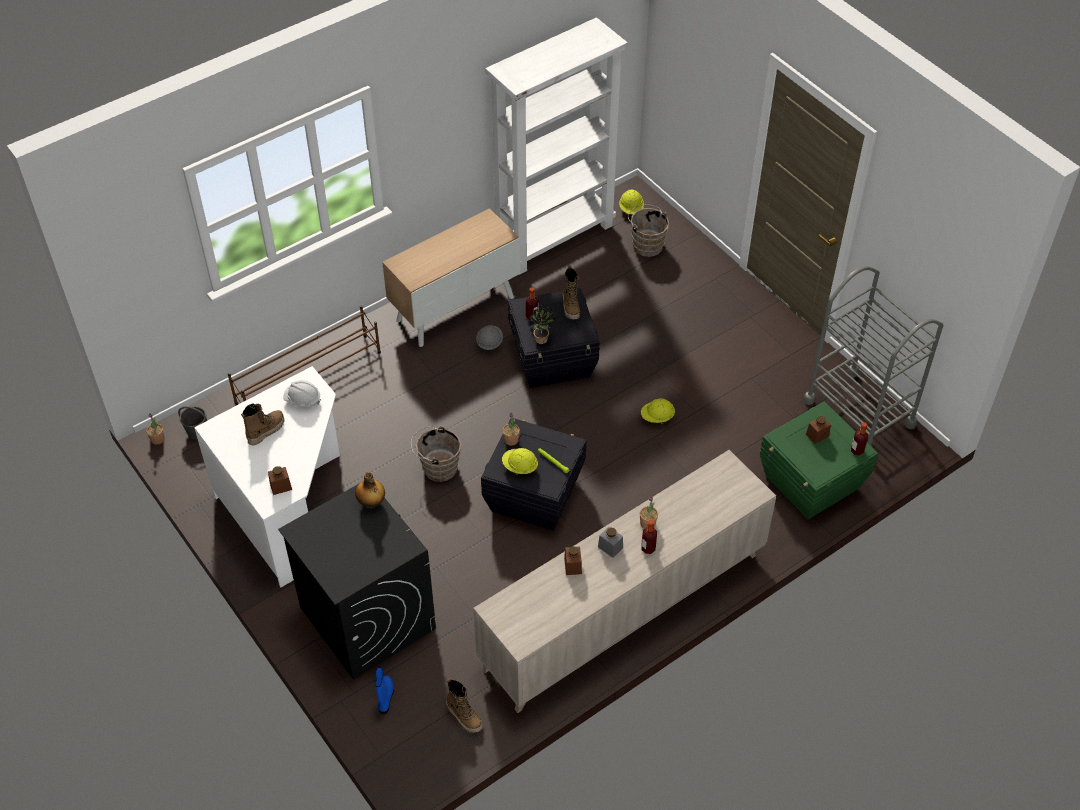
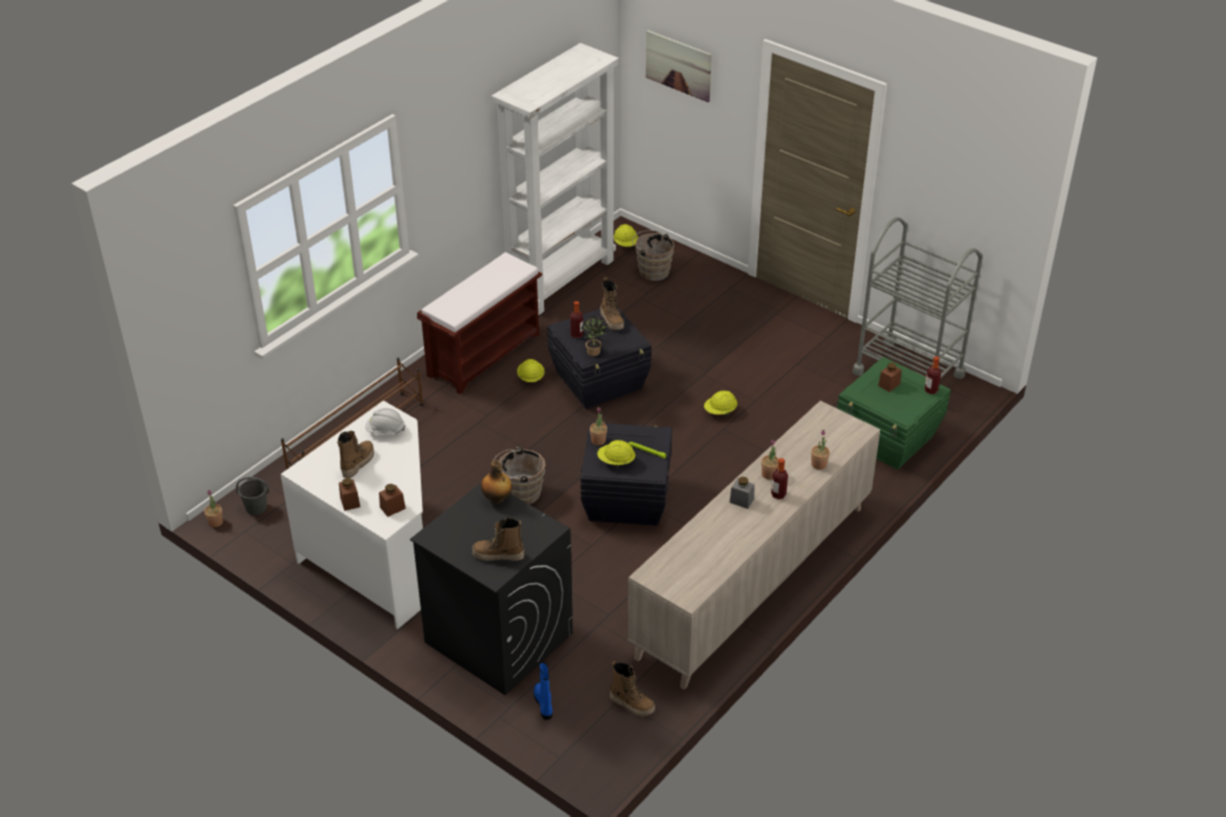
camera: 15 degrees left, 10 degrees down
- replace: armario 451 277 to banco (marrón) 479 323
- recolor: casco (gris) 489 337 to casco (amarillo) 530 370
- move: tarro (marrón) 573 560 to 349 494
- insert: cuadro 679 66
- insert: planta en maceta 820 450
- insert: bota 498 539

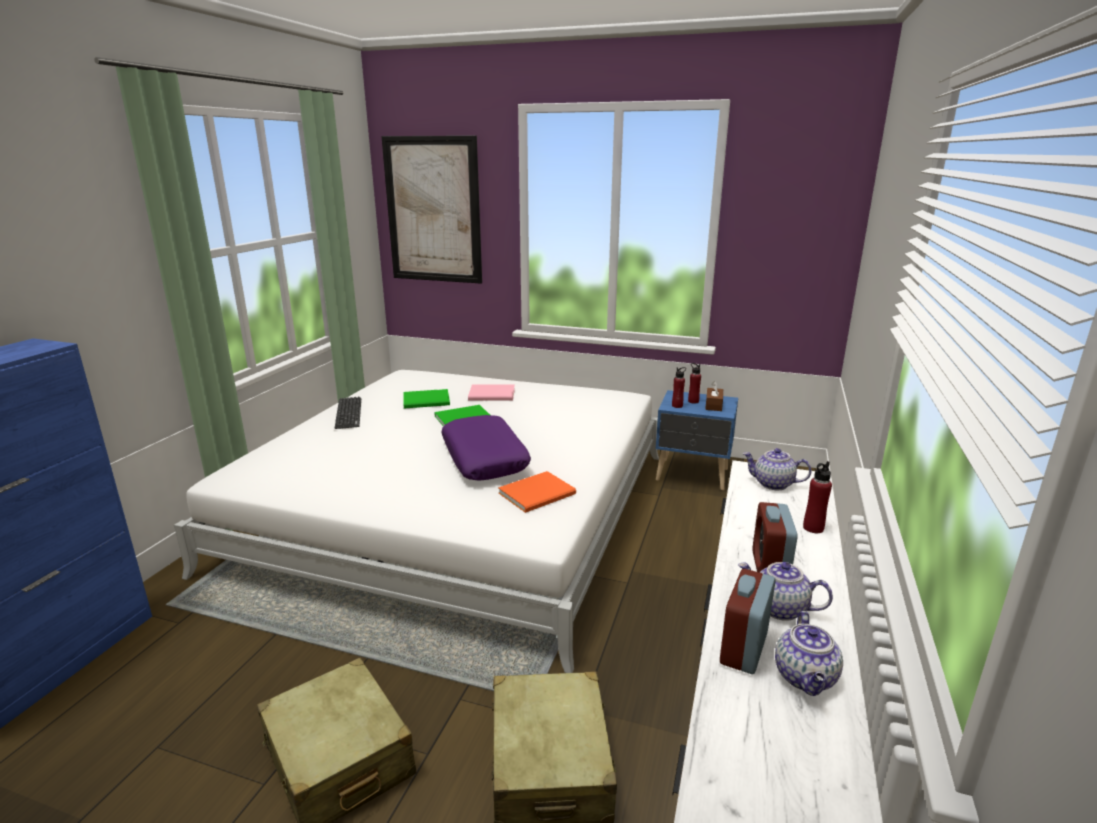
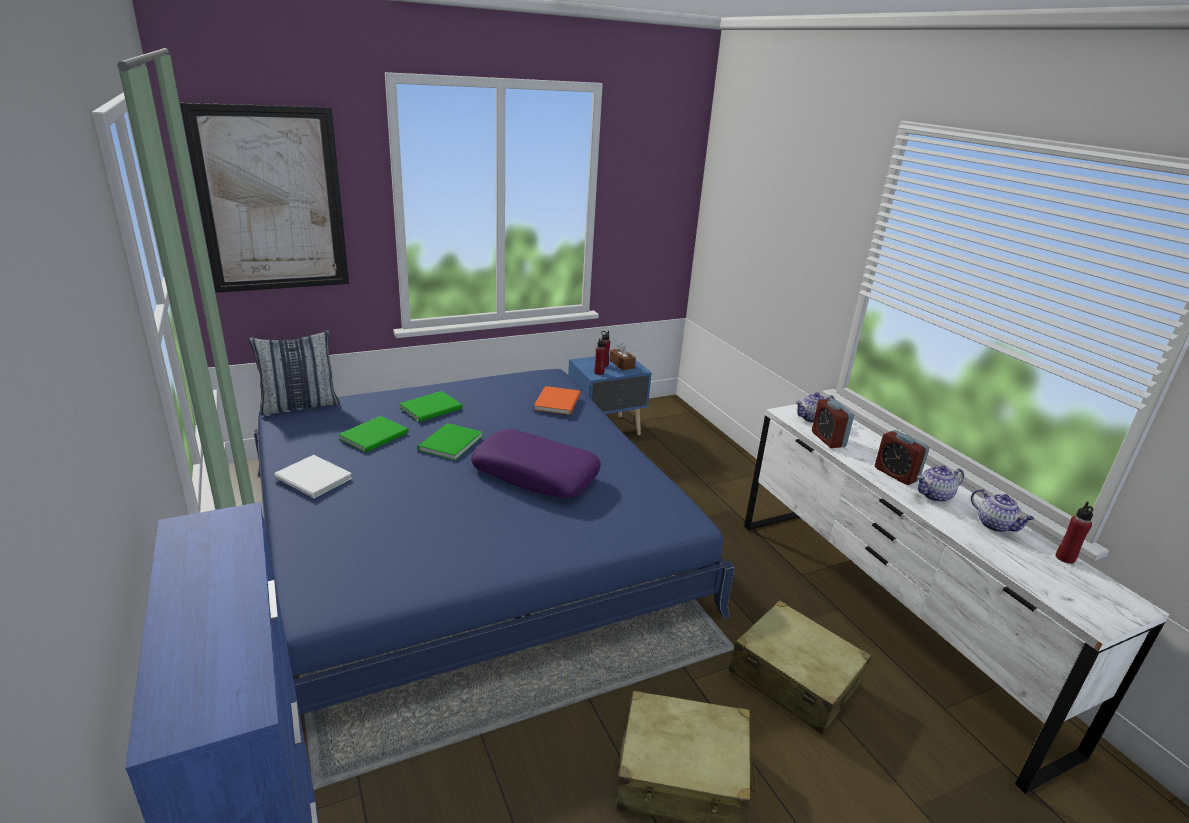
camera: 45 degrees left, 5 degrees up
- recolor: cama (blanco) 416 521 to cama (azul) 494 542
- recolor: libro (rosa) 491 392 to libro (verde) 431 406
- replace: teclado 348 413 to libro (blanco) 313 476
- move: botella (rojo) 817 497 to 1074 533
- move: libro (naranja) 537 492 to 557 400
- move: despertador 748 621 to 833 423
- insert: cojín 294 372

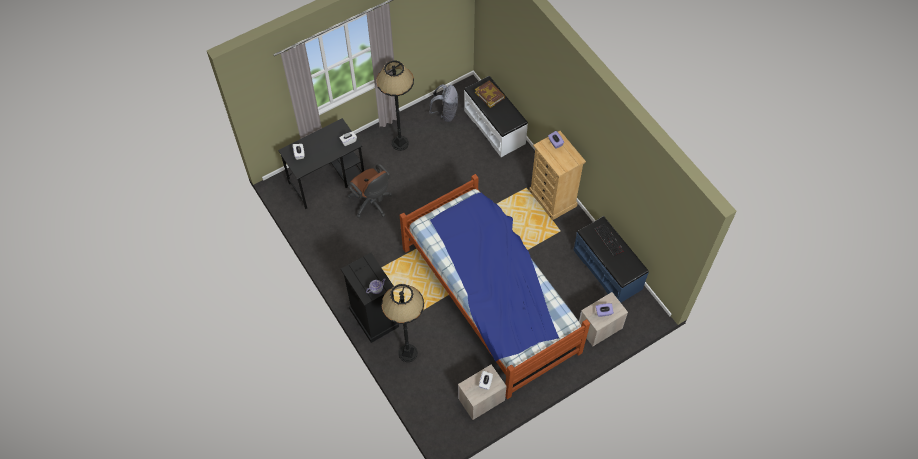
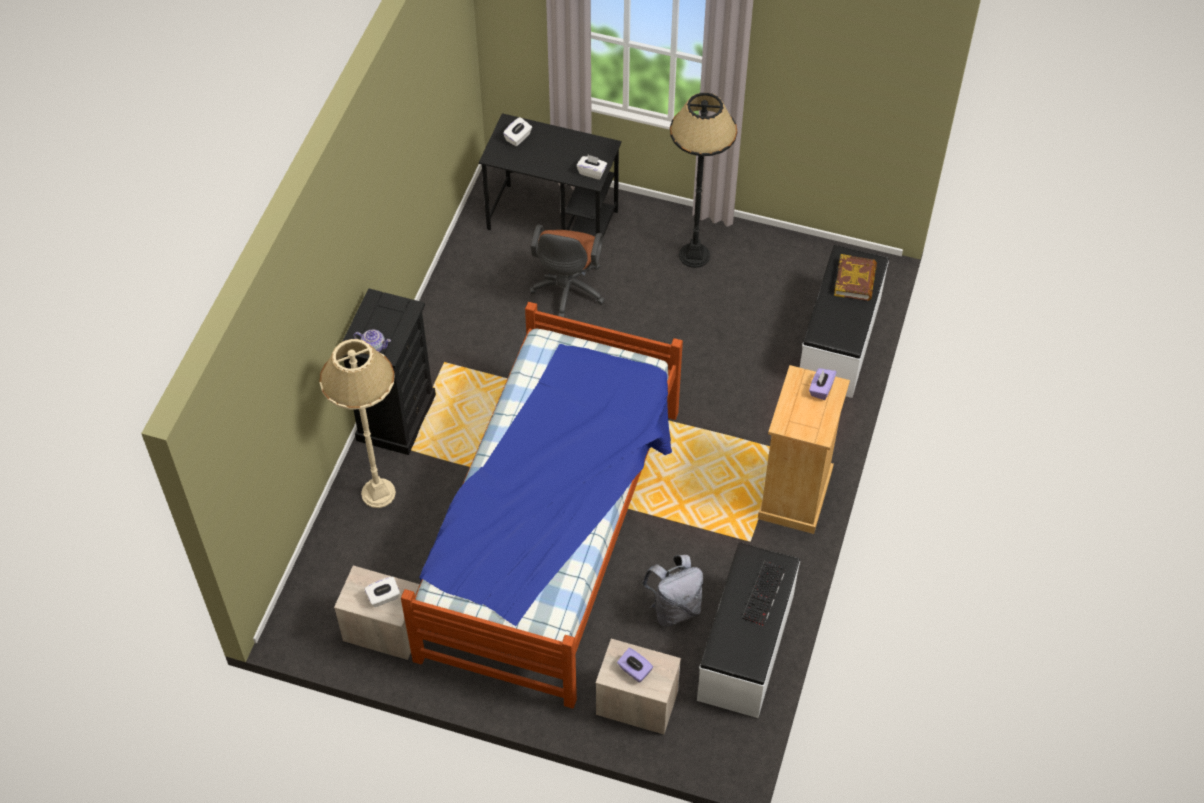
camera: 50 degrees right, 5 degrees down
- move: mochila (gris) 444 103 to 672 591
- recolor: banco (azul) 611 259 to banco (blanco) 748 630
- recolor: lámpara de pie (negro) 402 323 to lámpara de pie (beis) 357 423

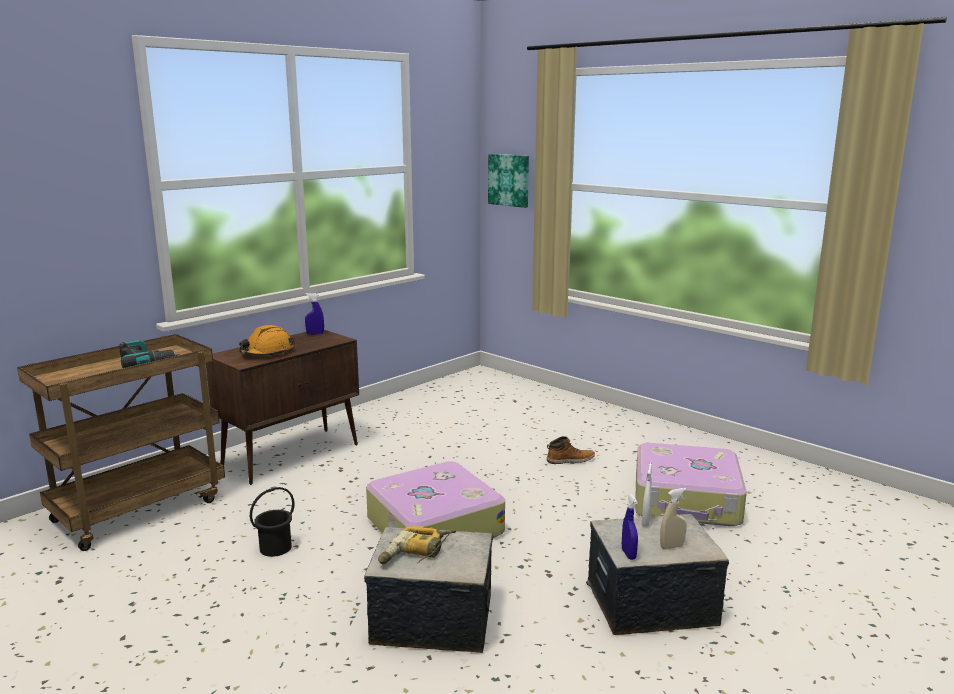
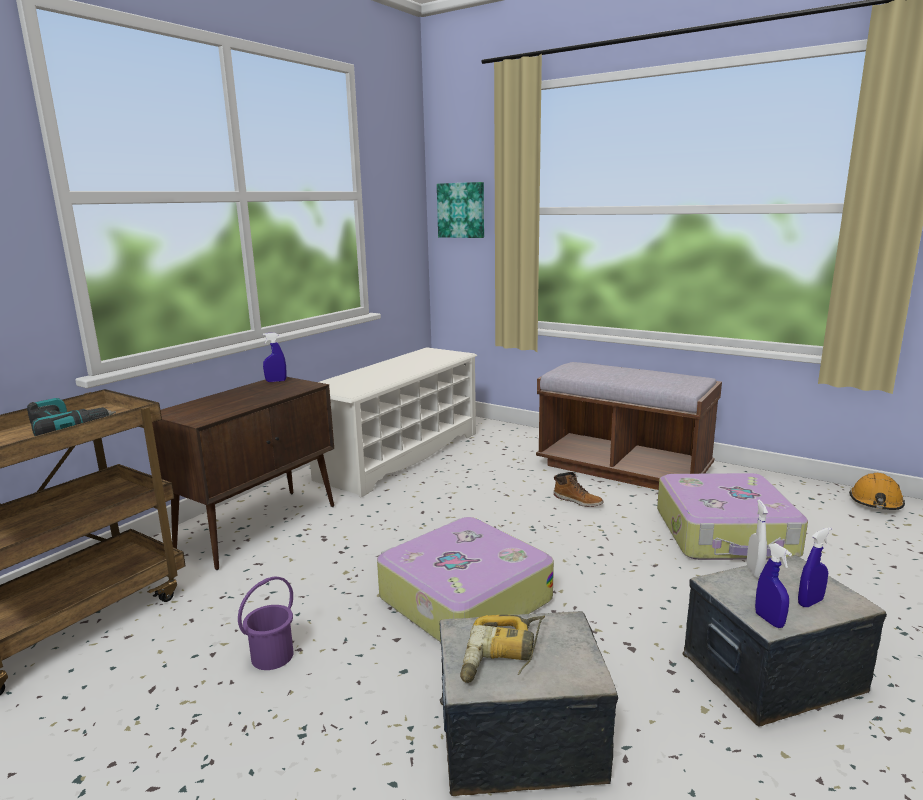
camera: 10 degrees left, 0 degrees up
- move: casco (naranja) 267 340 to 877 491
- rotate: bota 571 450 = 578 489 60 degrees clockwise
- recolor: cubo (negro) 272 522 to cubo (morado) 265 623
- recolor: pulverizador (beis) 673 518 to pulverizador (azul) 814 567
- insert: zapatero (blanco) 394 422
- insert: banco (marrón) 629 426

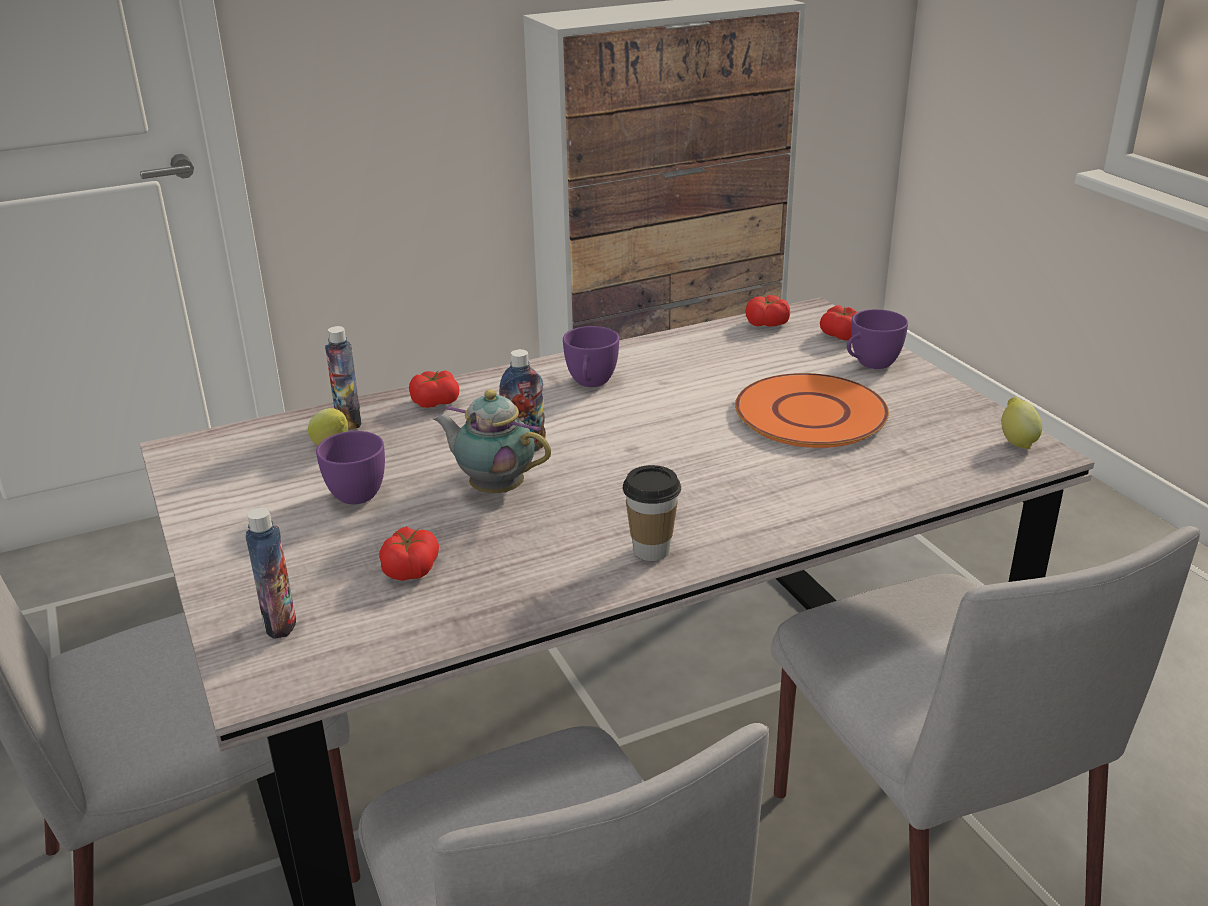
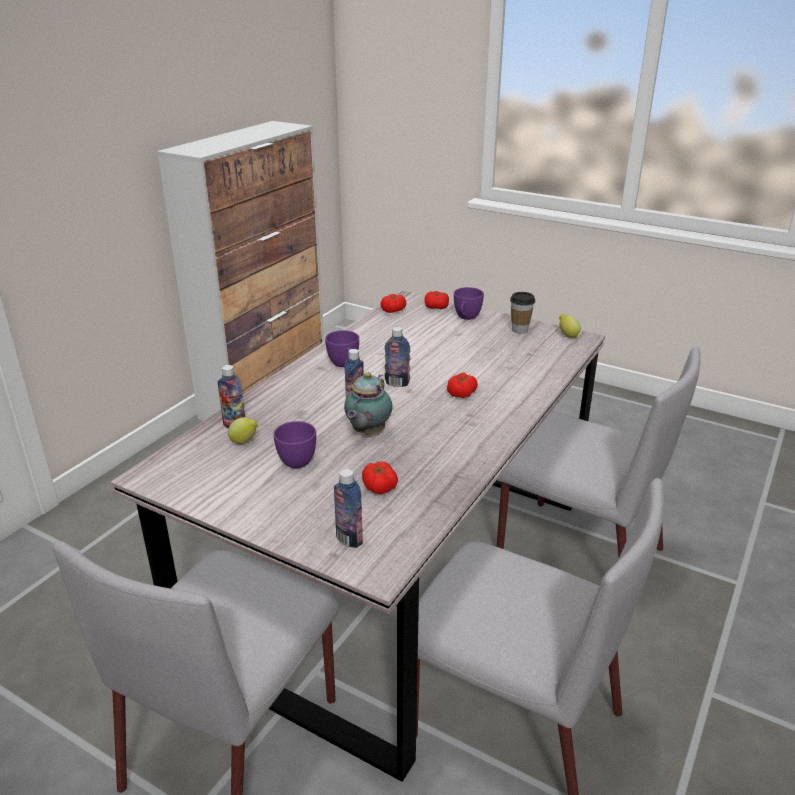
camera: 35 degrees left, 0 degrees up
- move: tomate 434 389 to 462 385
- delete: plato (naranja) 812 410
- rotate: tetera 492 441 = 368 403 60 degrees counterclockwise
- move: taza 651 513 to 522 313
- insert: botella 397 357

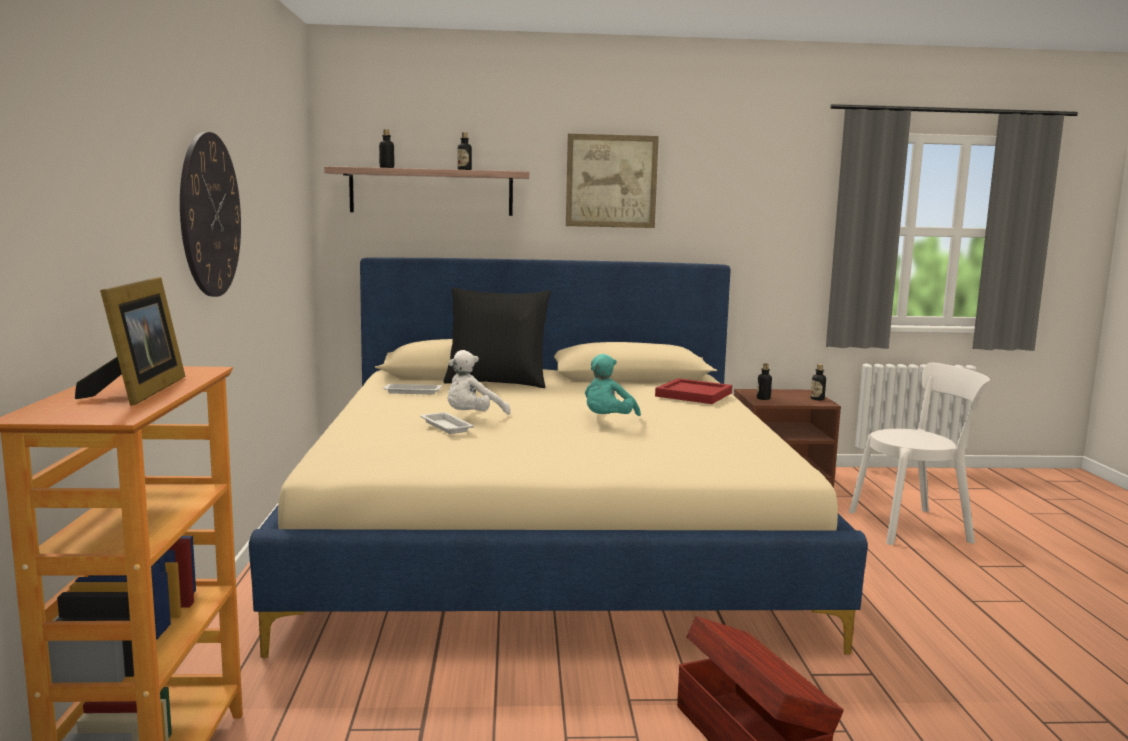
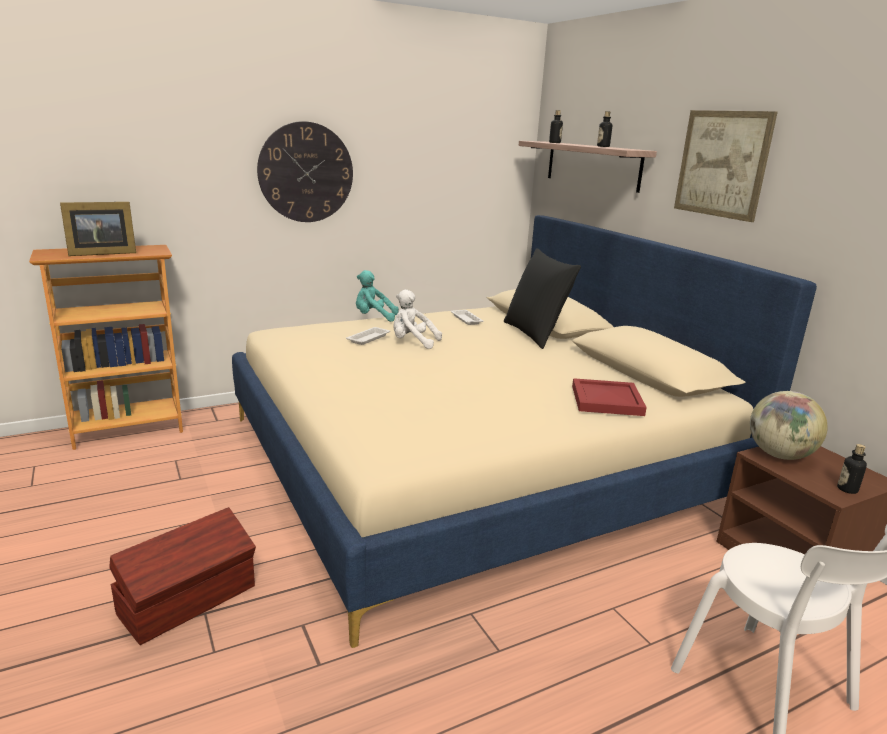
camera: 65 degrees right, 10 degrees up
- move: peluche (turquesa) 613 385 to 377 296
- replace: botella 764 381 to globo terráqueo 789 425

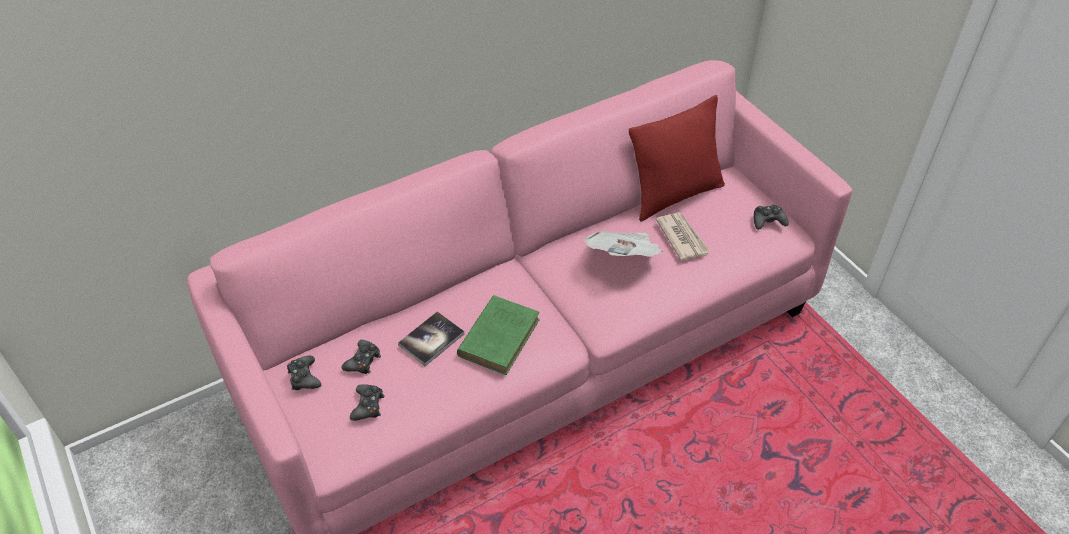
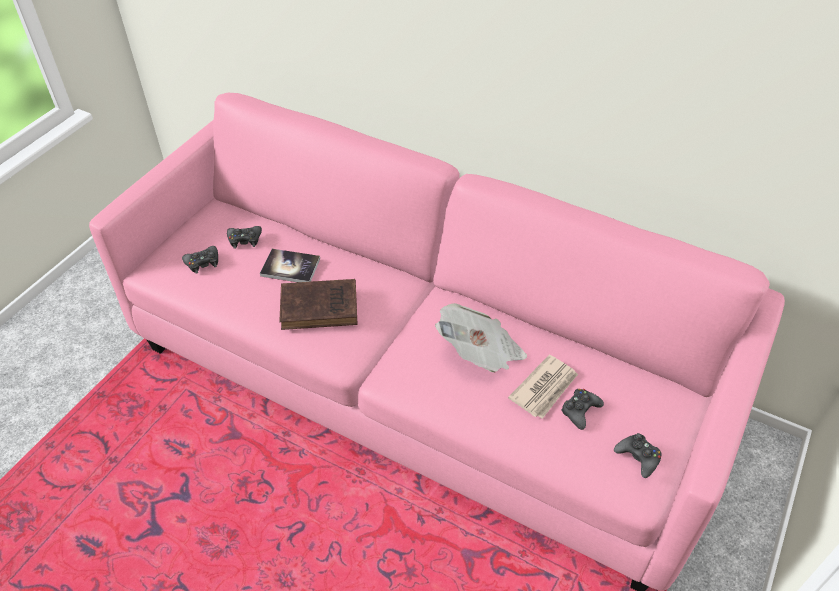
camera: 60 degrees right, 0 degrees up
- delete: cojín (rojo) 677 158
- recolor: libro (verde) 498 335 to libro (marrón) 319 304
- move: mando de consola (negro) 304 373 to 582 409

